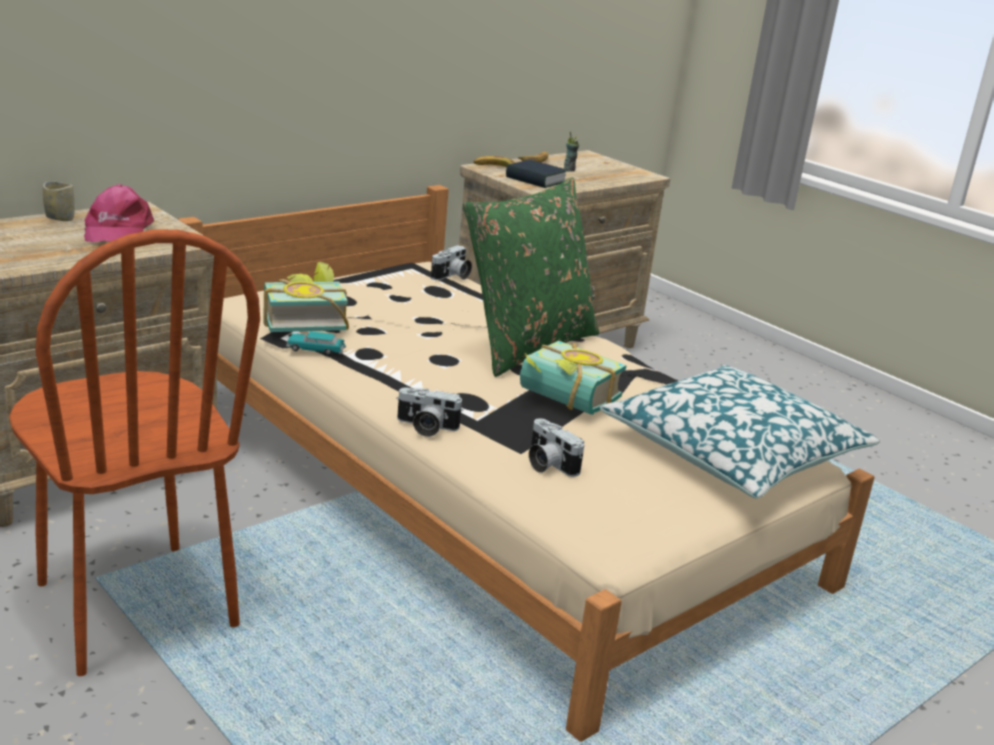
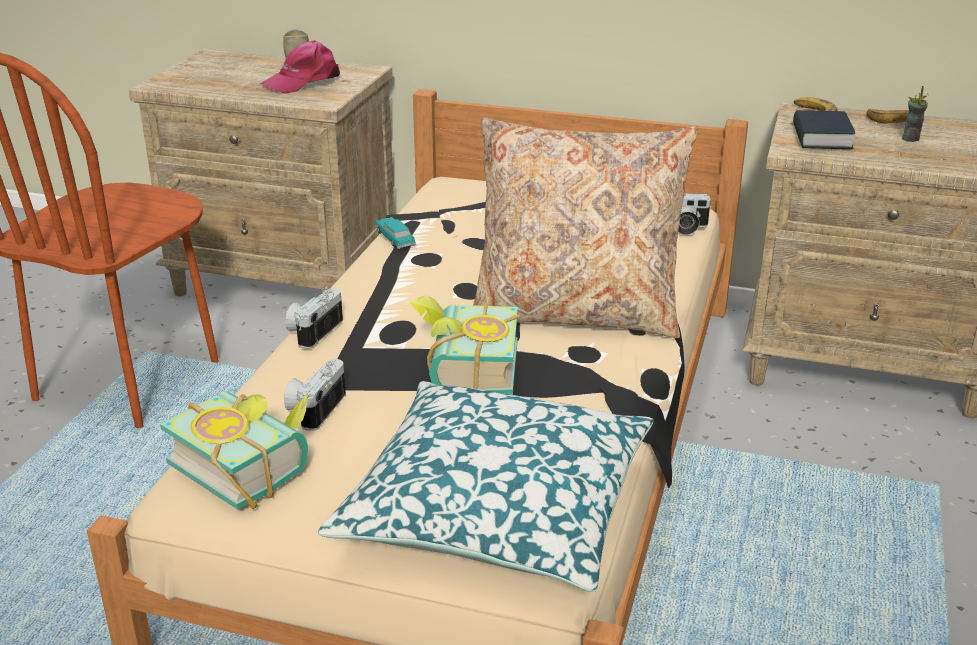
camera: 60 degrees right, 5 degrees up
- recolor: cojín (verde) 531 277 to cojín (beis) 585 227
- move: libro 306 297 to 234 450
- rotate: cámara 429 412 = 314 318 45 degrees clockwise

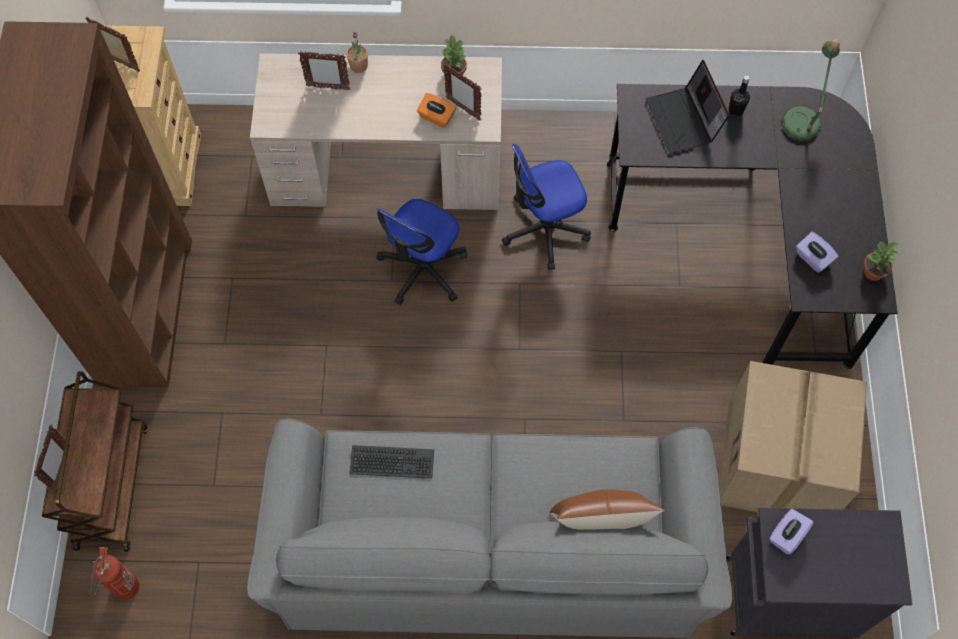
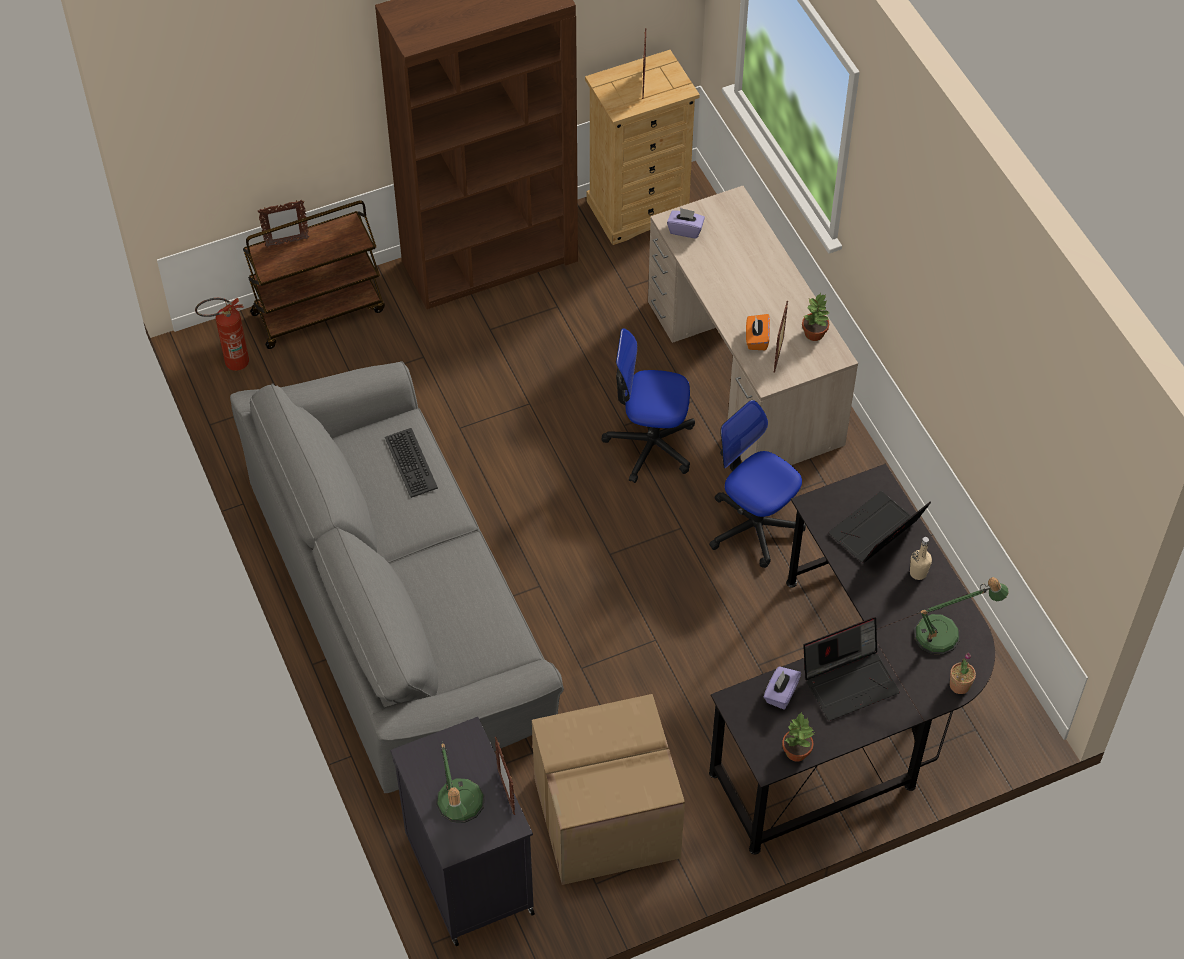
camera: 65 degrees right, 10 degrees down
- move: planta en maceta 357 52 to 963 673
- move: portarretratos 324 70 to 505 776
- recolor: botella (negro) 739 95 to botella (beis) 921 558
- delete: cojín (marrón) 606 509
- move: caja de pañuelos (morado) 791 531 to 686 223
- insert: portátil 851 669
- insert: lámpara de mesa 460 782

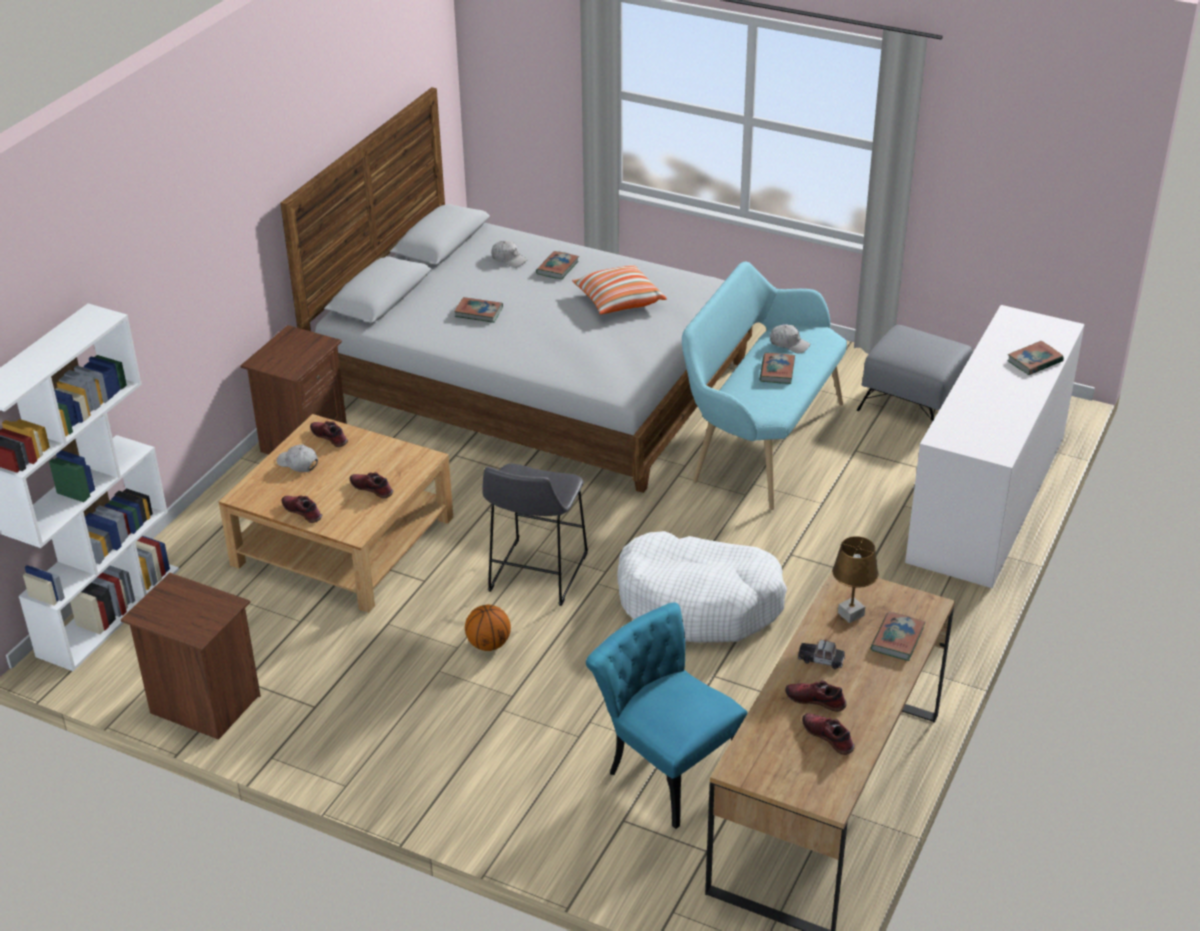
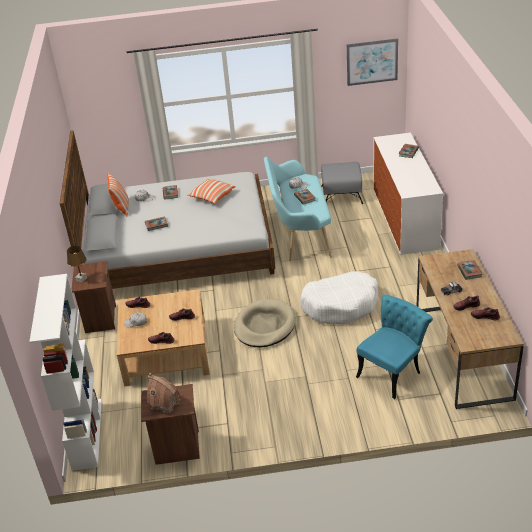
camera: 30 degrees left, 0 degrees up
- replace: taburete (gris) 535 535 to cama para perro (beis) 265 323
- move: lámpara de mesa (marrón) 855 579 to 77 264
- rotate: silla (turquesa) 667 716 = 394 347 120 degrees clockwise
- delete: balón de baloncesto 488 628
- insert: cuadro 372 62
- insert: cojín 118 194
- insert: casita 164 393

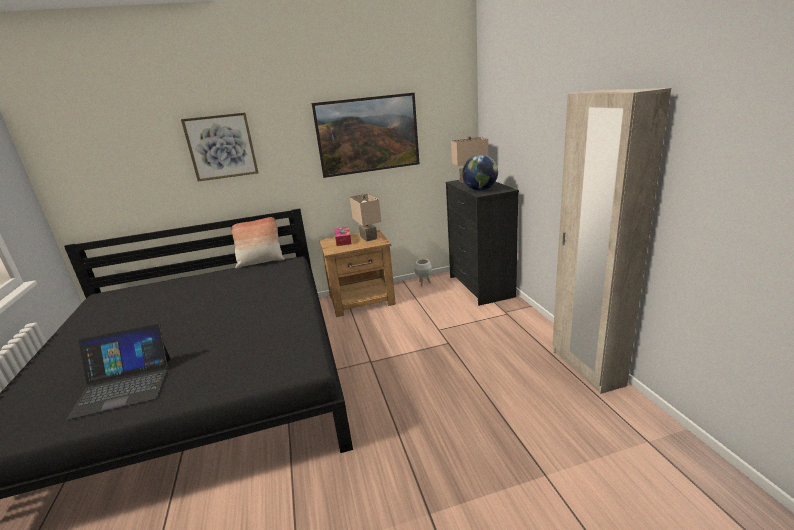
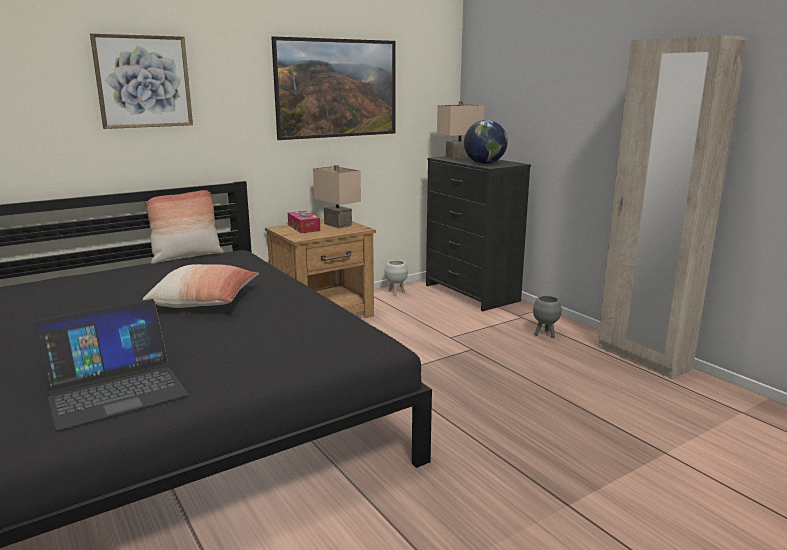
camera: 20 degrees left, 5 degrees down
- insert: cojín 201 286
- insert: maceta (gris) 547 317

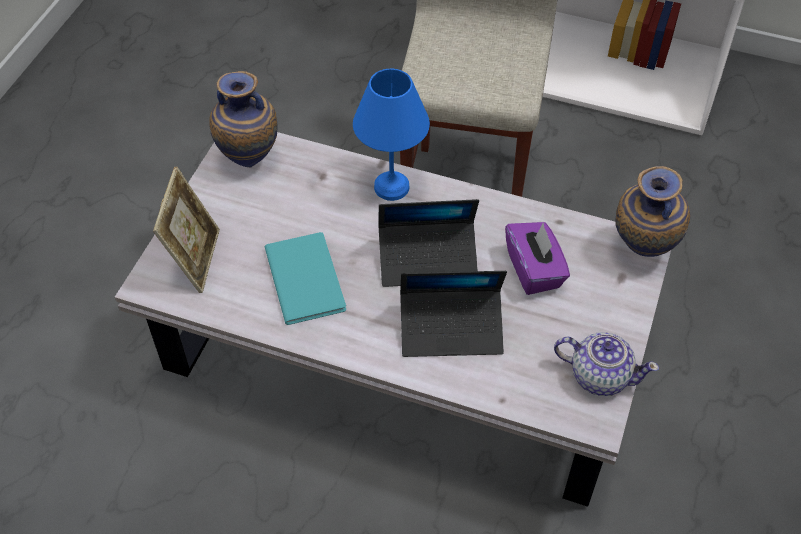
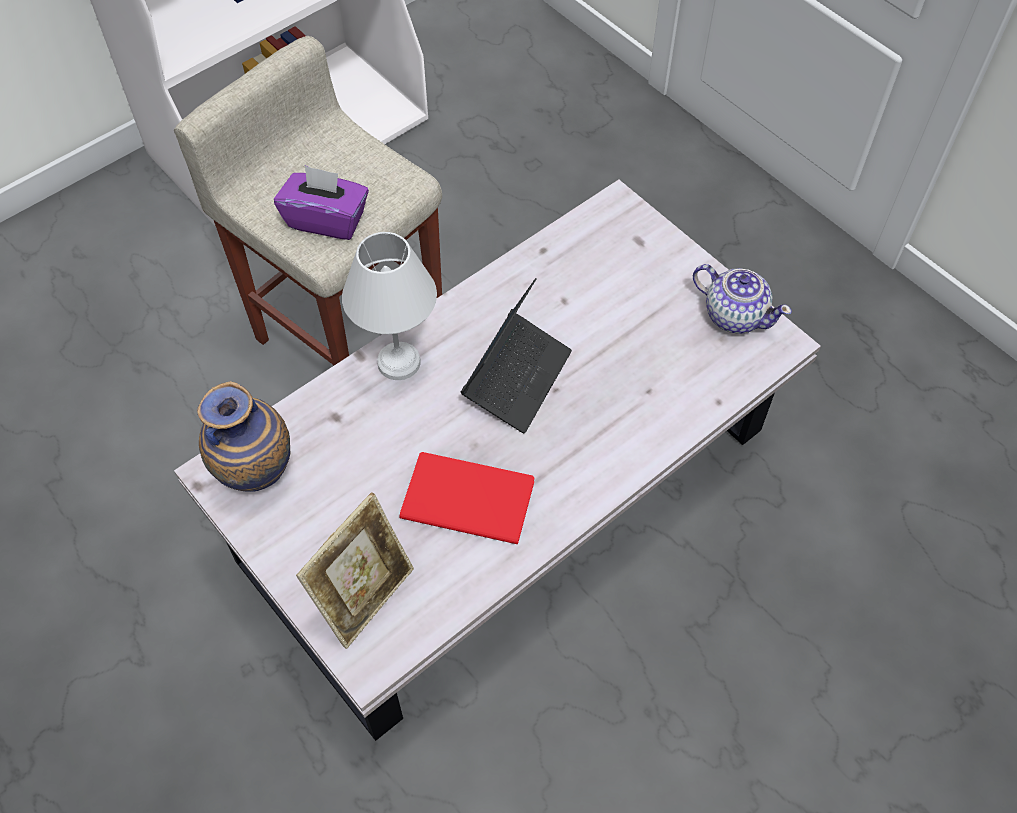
camera: 60 degrees left, 5 degrees up
- recolor: lámpara de mesa (azul) 391 135 to lámpara de mesa (blanco) 389 306
- rotate: portarretratos 186 229 = 355 570 90 degrees clockwise
- delete: florero 652 211
- move: caja de pañuelos (morado) 537 258 to 321 202
- recolor: libro (turquesa) 305 278 to libro (rojo) 466 498
- delete: portátil 453 314
- rotate: tetera 606 364 = 742 299 75 degrees clockwise

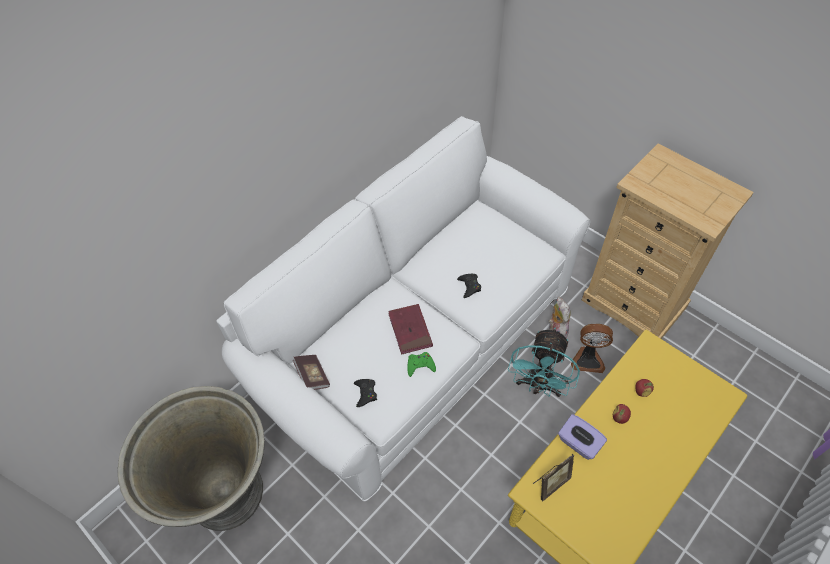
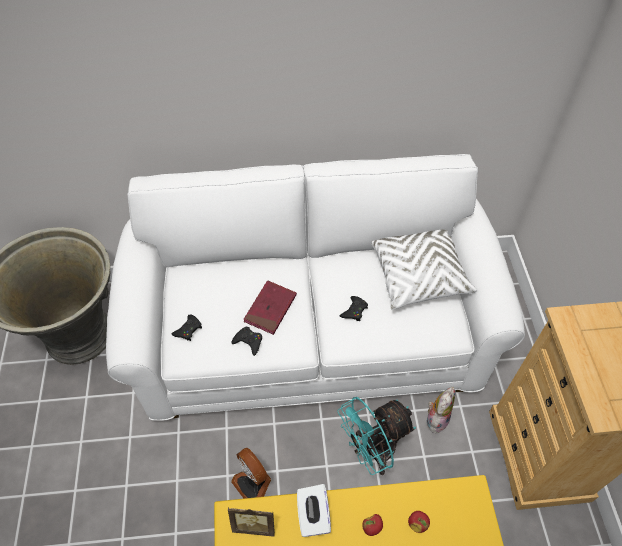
camera: 40 degrees right, 0 degrees up
- move: ventilador 592 348 to 251 473
- recolor: mando de consola (verde) 422 364 to mando de consola (negro) 246 341
- delete: libro 311 372
- recolor: caja de pañuelos (morado) 582 437 to caja de pañuelos (blanco) 314 510
- insert: cojín (blanco) 423 269

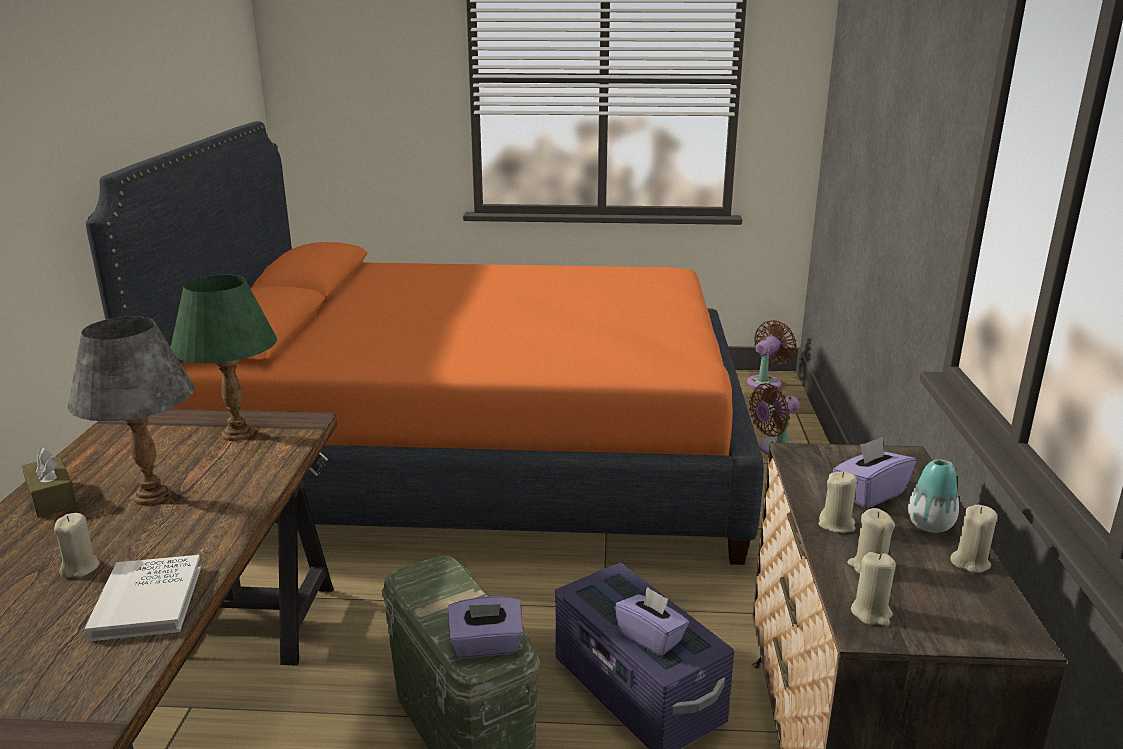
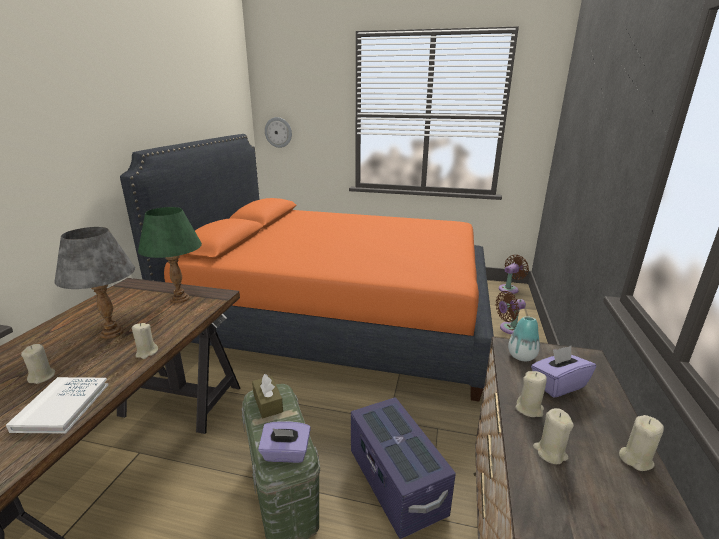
camera: 10 degrees right, 0 degrees up
- move: caja de pañuelos (marrón) 50 482 to 267 396
- move: florero 933 496 to 524 338
- move: vela (beis) 873 589 to 145 341
- delete: caja de pañuelos (morado) 651 621
- insert: reloj de pared 278 132

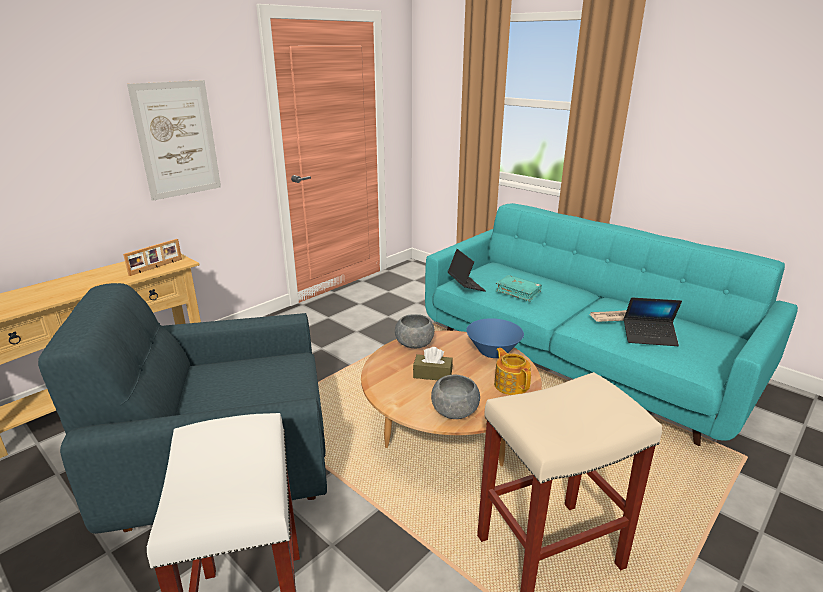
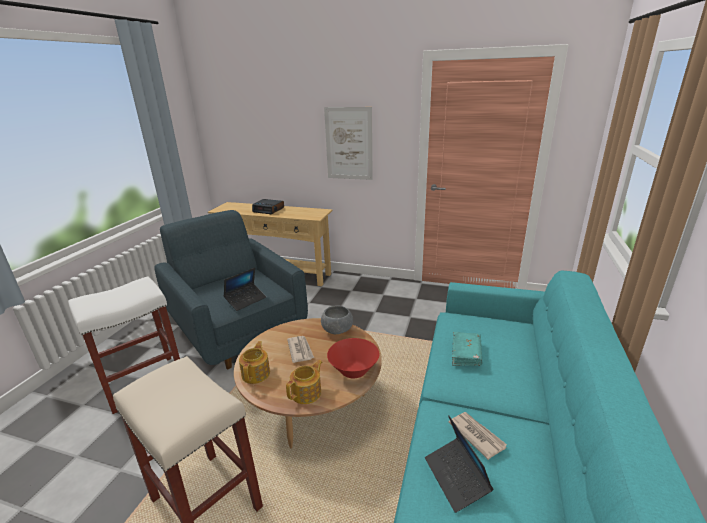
camera: 65 degrees right, 0 degrees up
- delete: portarretratos 152 257
- move: portátil 467 270 to 244 289
- recolor: cuenco (azul) 495 338 to cuenco (rojo) 353 358
- replace: caja de pañuelos (marrón) 433 363 to periódico 300 349
- replace: cuenco (gris) 455 397 to tetera 254 362
- insert: despertador 268 206

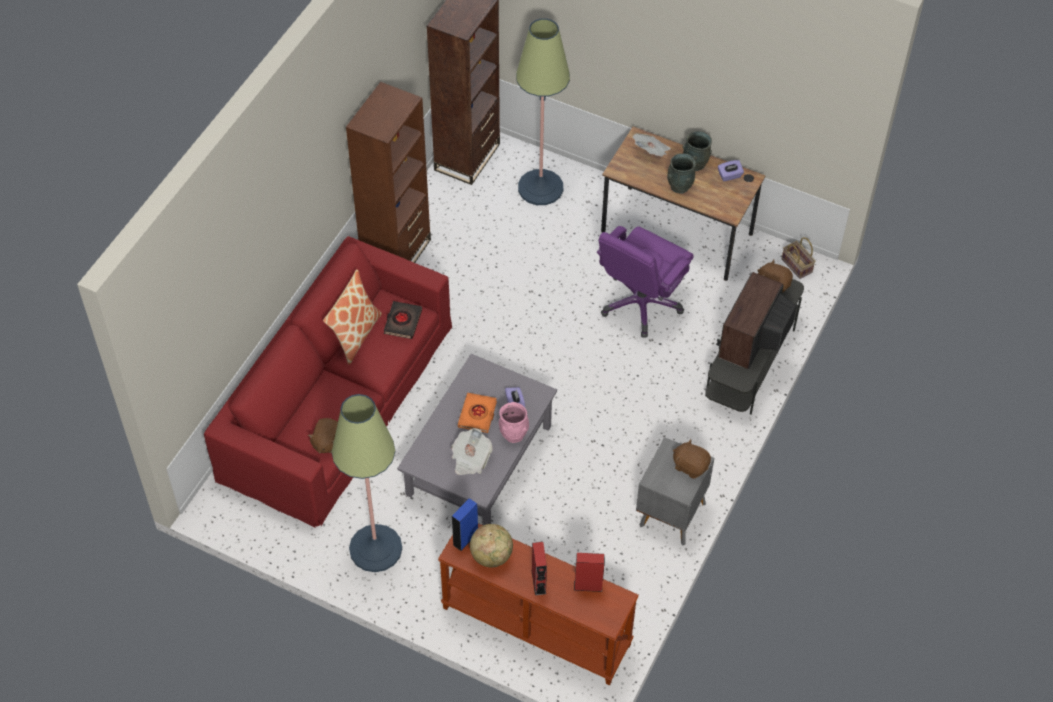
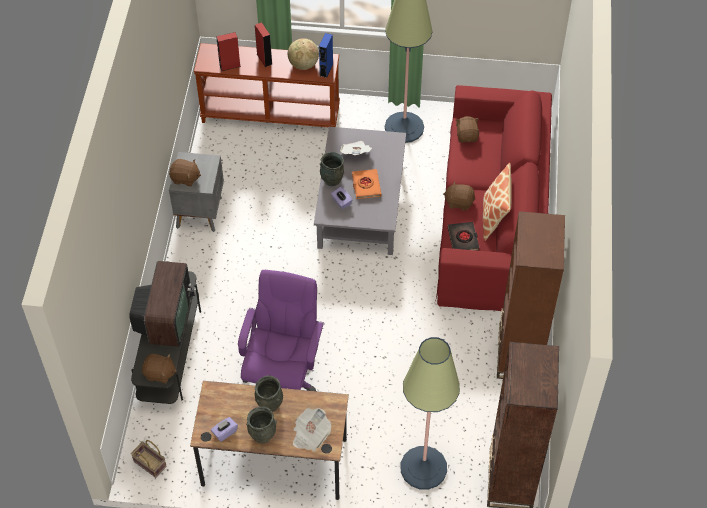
camera: 160 degrees right, 0 degrees up
- recolor: florero (rosa) 514 422 to florero (gris) 332 169
- insert: peluche (marrón) 459 196

